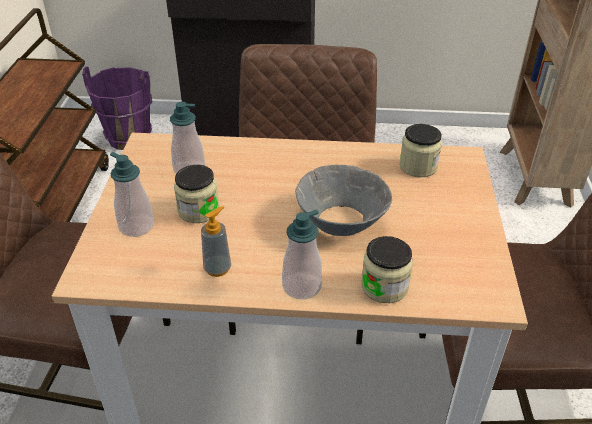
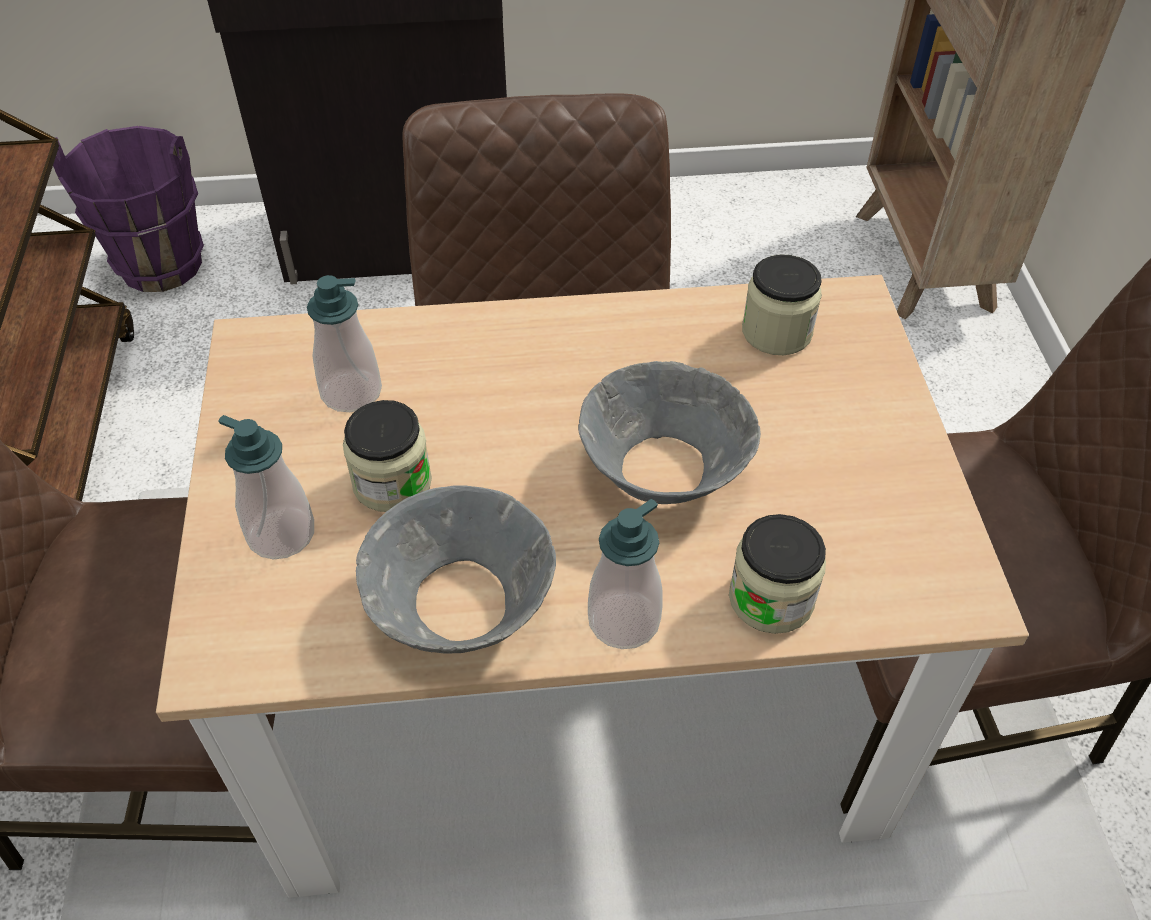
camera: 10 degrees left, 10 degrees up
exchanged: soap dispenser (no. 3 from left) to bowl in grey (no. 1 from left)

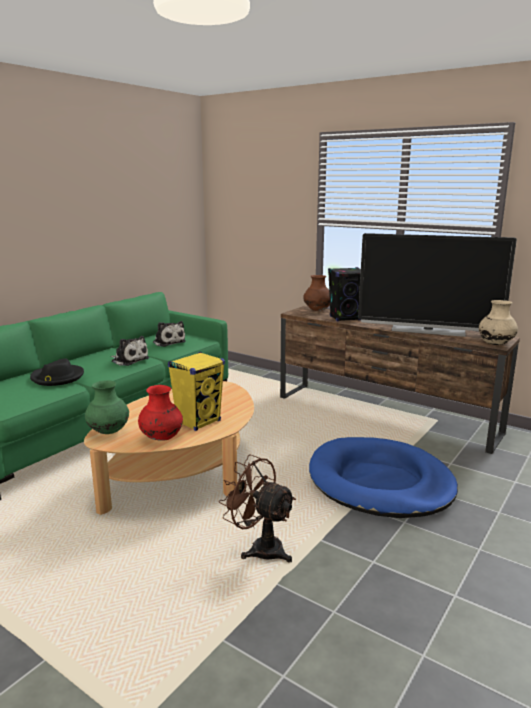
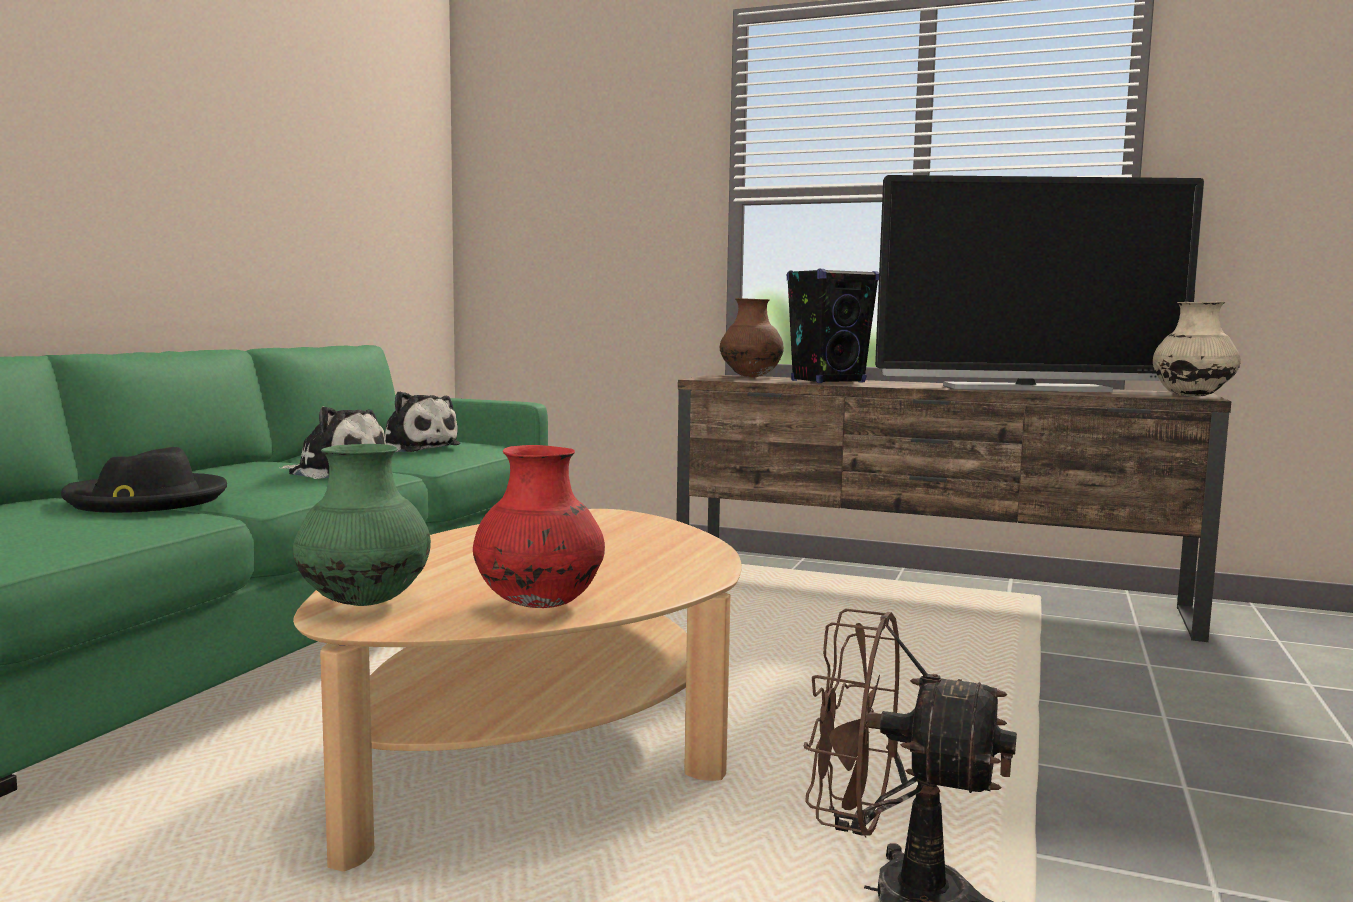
camera: 15 degrees left, 10 degrees down
missing: speaker in yellow; dog bed in blue

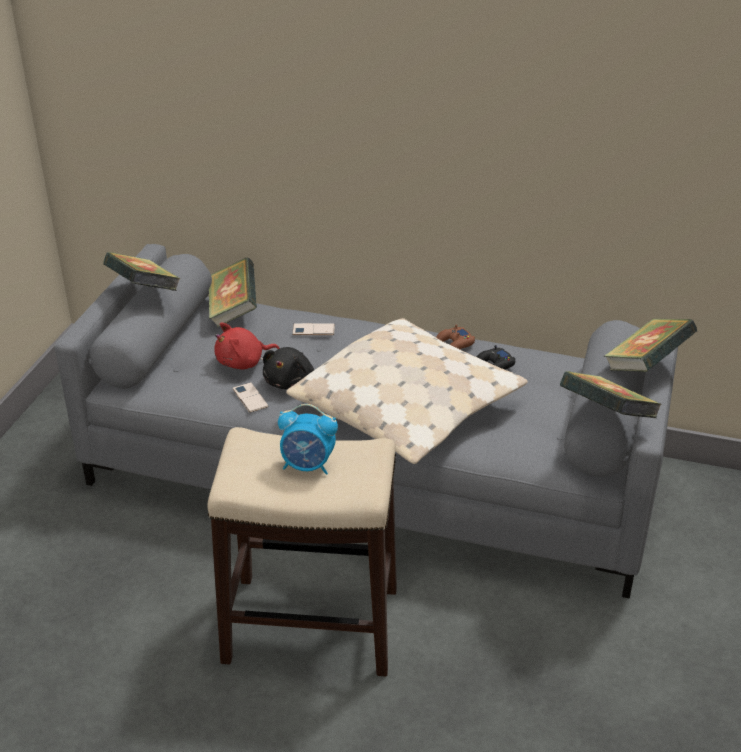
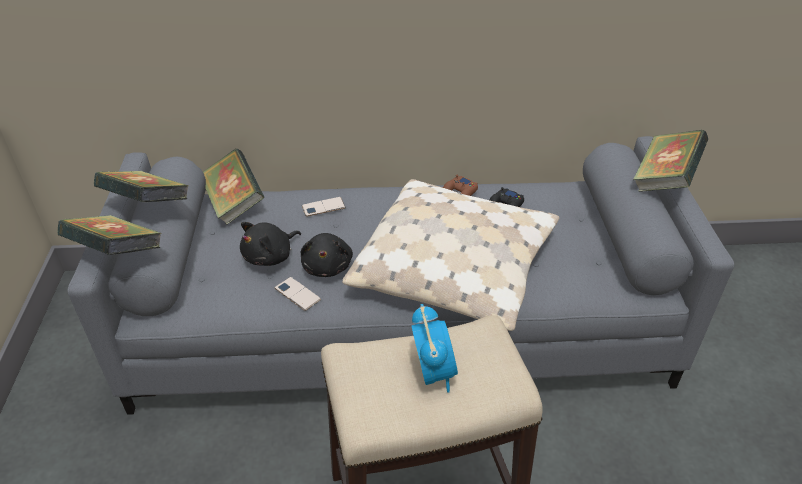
camera: 20 degrees left, 5 degrees up
relocated: book (no. 3 from left in the first image) to book (no. 1 from left)
colour: plush toy in red to plush toy in black (no. 1 from left)
spun: alarm clock 90 degrees counterclockwise

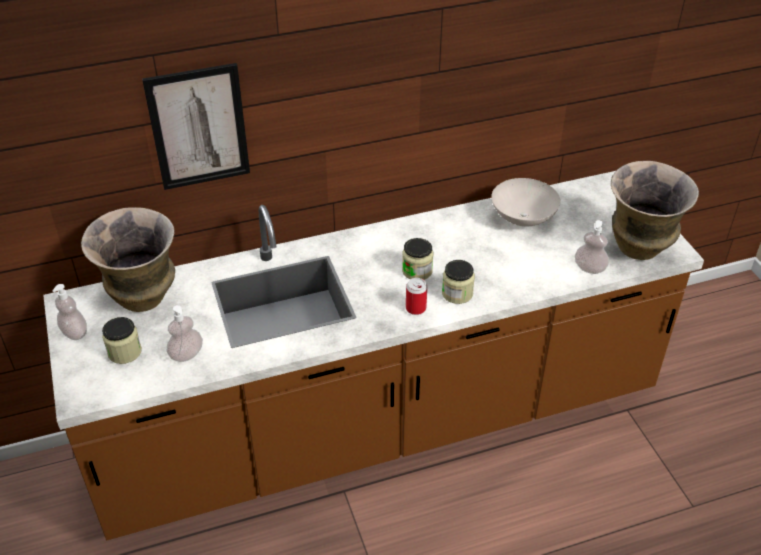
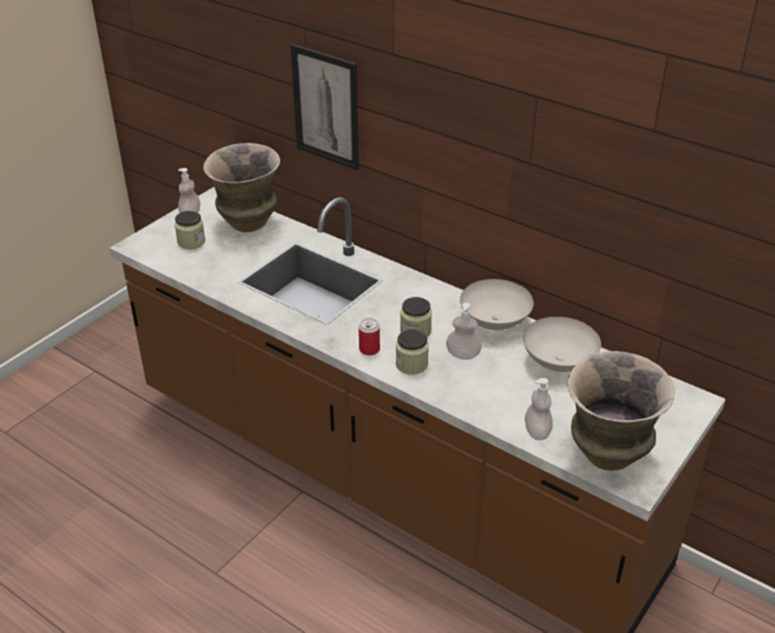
camera: 55 degrees right, 5 degrees down
appeared: bowl in white (no. 1 from left)
relocated: soap dispenser (no. 2 from left)

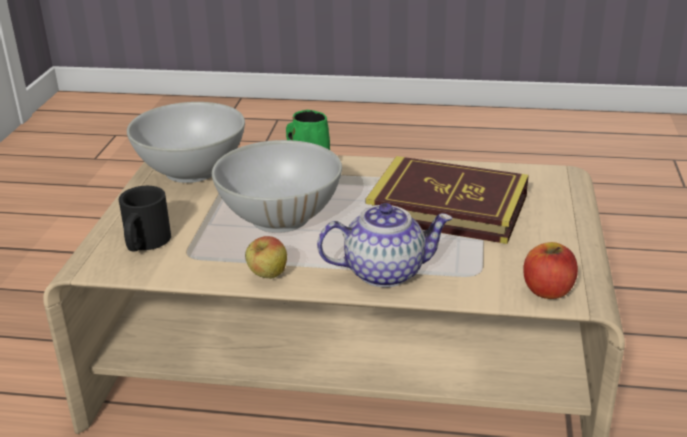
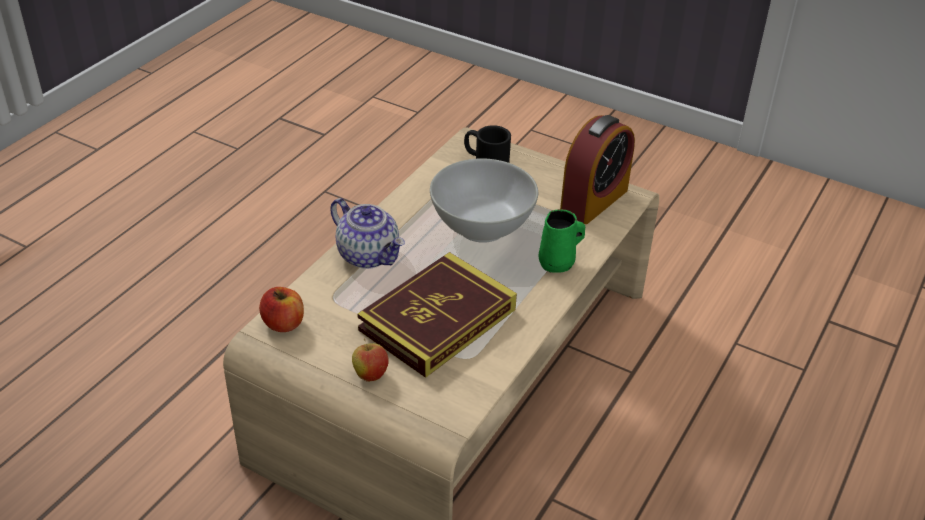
camera: 110 degrees right, 10 degrees up
relocated: apple (no. 1 from left in the first image) to apple (no. 2 from left)
exchanged: bowl in white (no. 1 from left) to alarm clock
spun: teapot 60 degrees counterclockwise

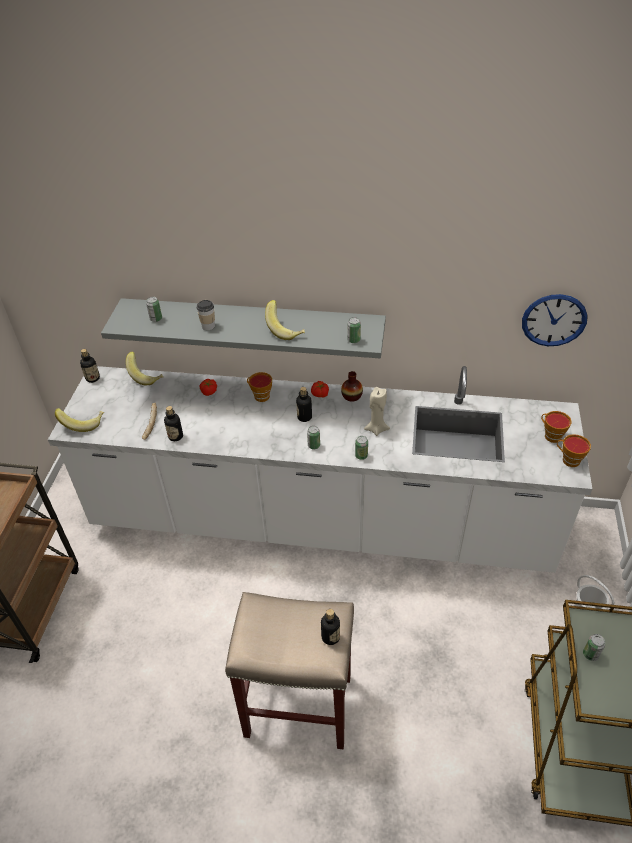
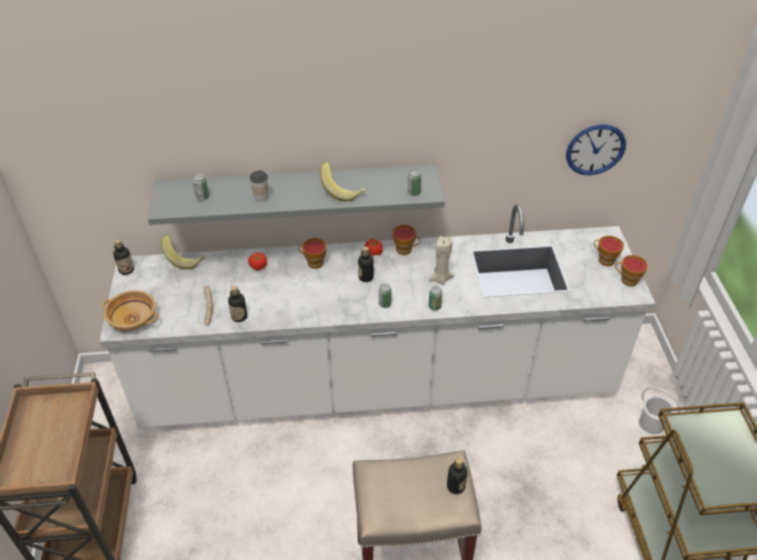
camera: 15 degrees left, 0 degrees up
missing: can (no. 5 from left)
exchanged: banana (no. 1 from left) to bowl in beige; vase to cup (no. 3 from left)

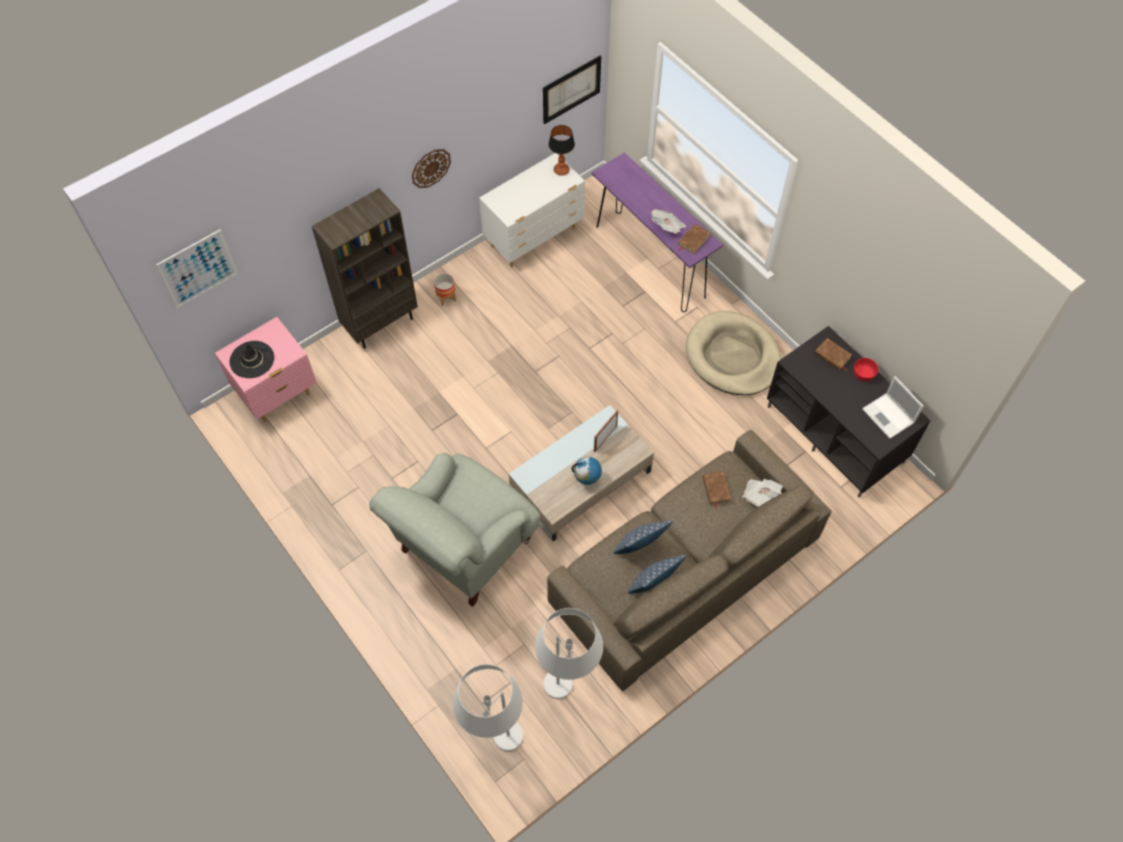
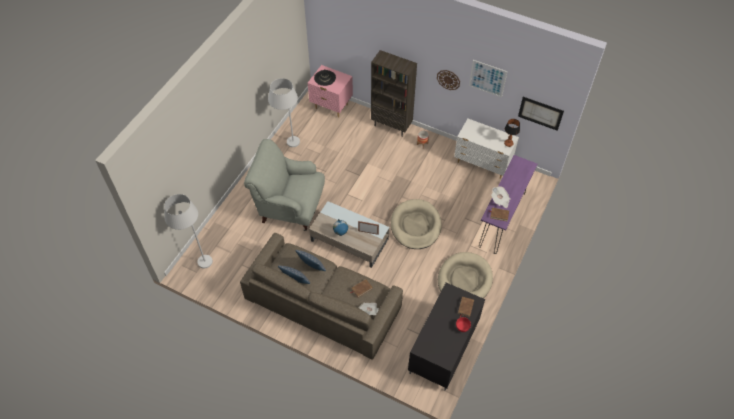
camera: 65 degrees right, 5 degrees down
missing: laptop
appeared: dog bed in beige (no. 1 from left)
relocated: picture (no. 1 from left); floor lamp in white (no. 2 from left)

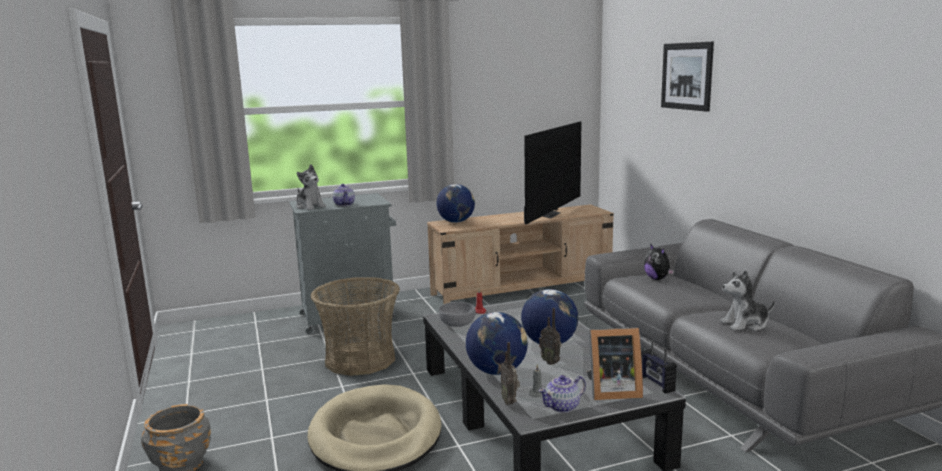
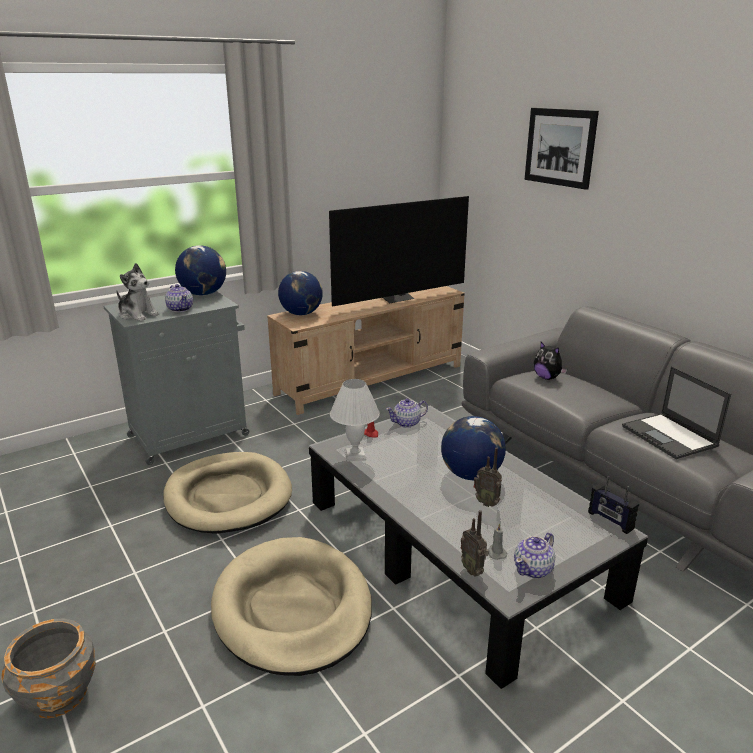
camera: 15 degrees left, 10 degrees up
missing: picture frame
appeared: teapot (no. 2 from left)
relocated: globe (no. 2 from left in the first image) to globe (no. 1 from left)
exchanged: basket to dog bed in beige (no. 1 from left); bowl in grey to table lamp in white; plush toy (no. 3 from left) to laptop
spun: television 45 degrees clockwise

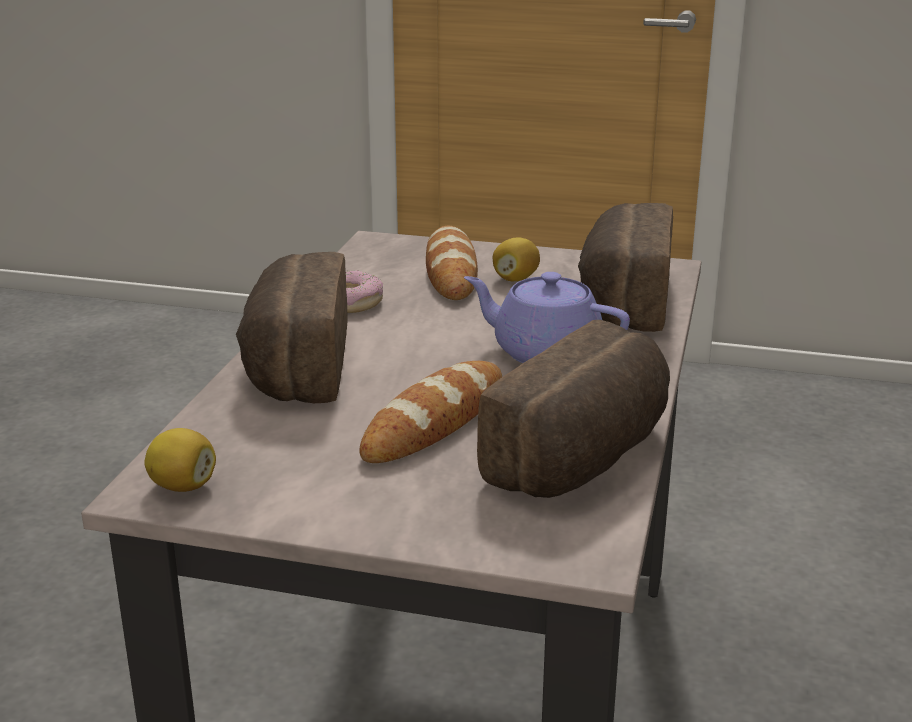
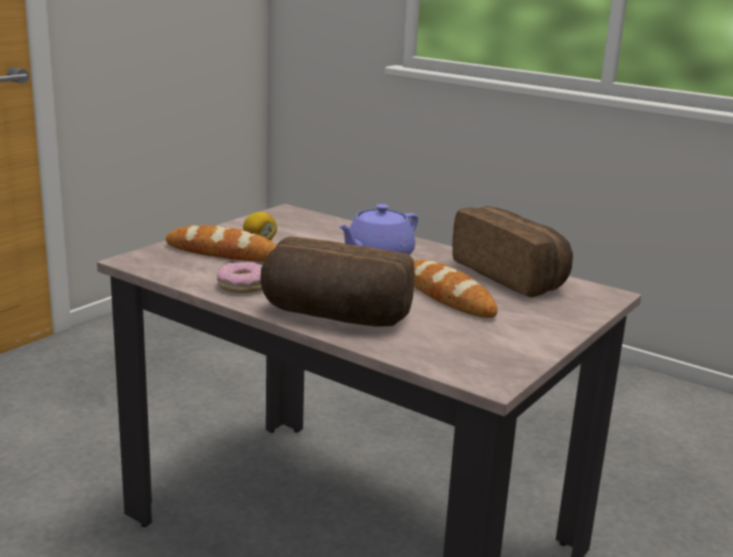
camera: 70 degrees left, 5 degrees down
missing: lemon (no. 1 from left); bread (no. 5 from left)

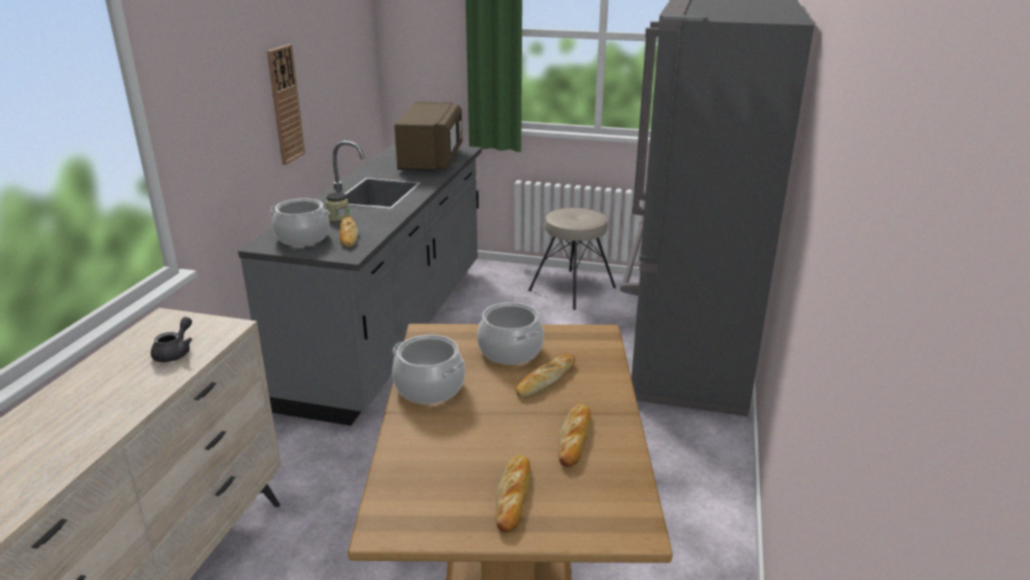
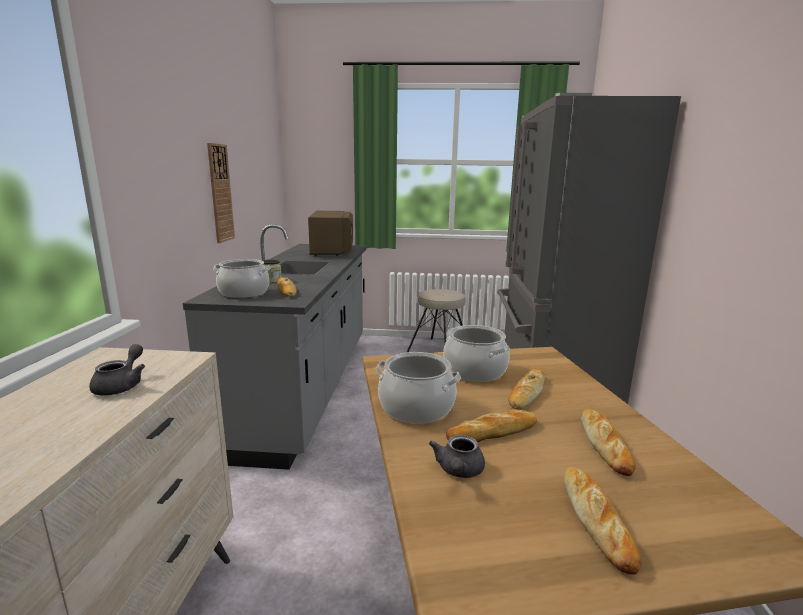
camera: 10 degrees left, 10 degrees down
appeared: teapot in grey (no. 2 from left); bread (no. 2 from left)

